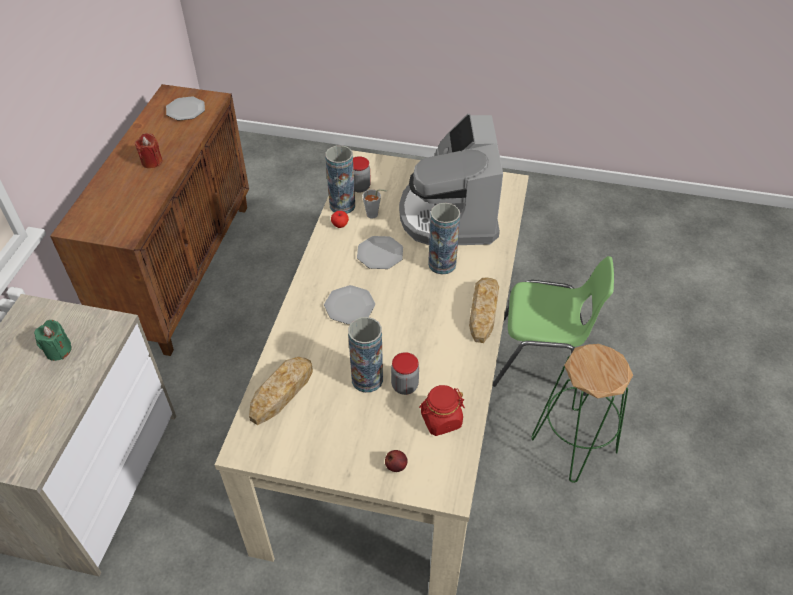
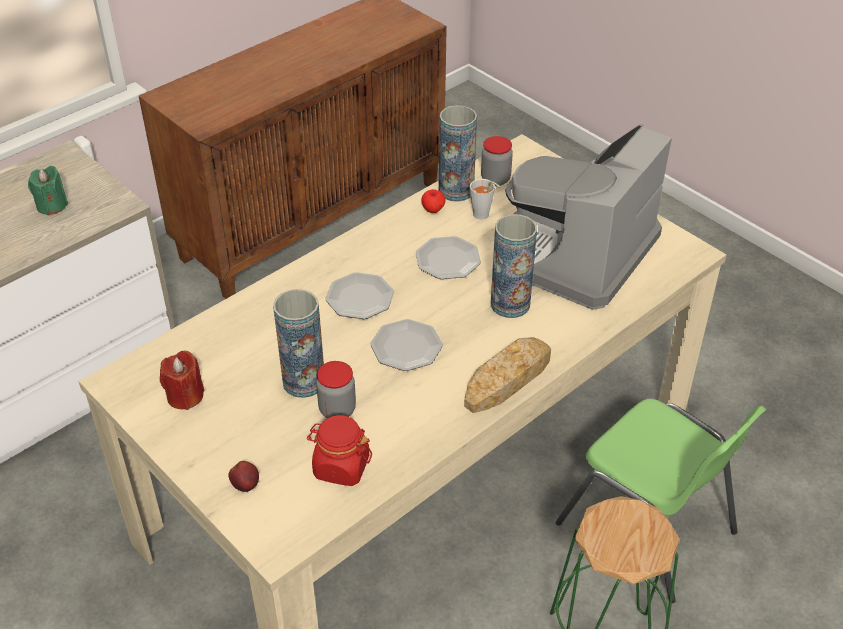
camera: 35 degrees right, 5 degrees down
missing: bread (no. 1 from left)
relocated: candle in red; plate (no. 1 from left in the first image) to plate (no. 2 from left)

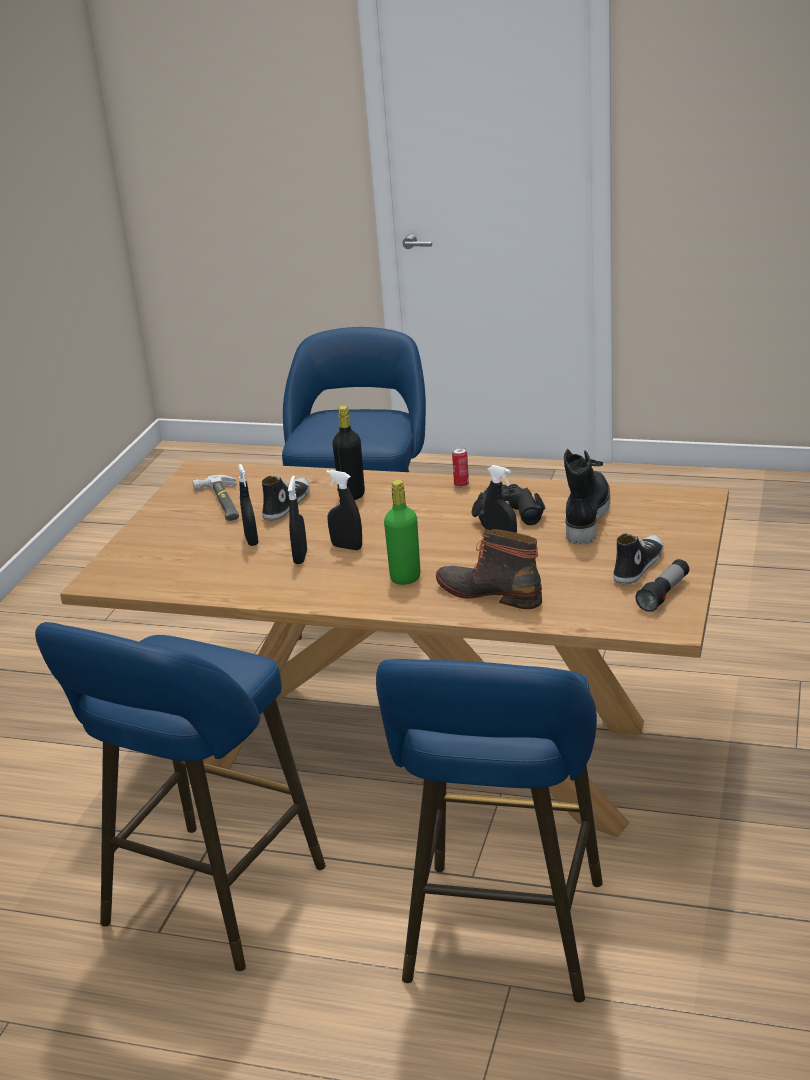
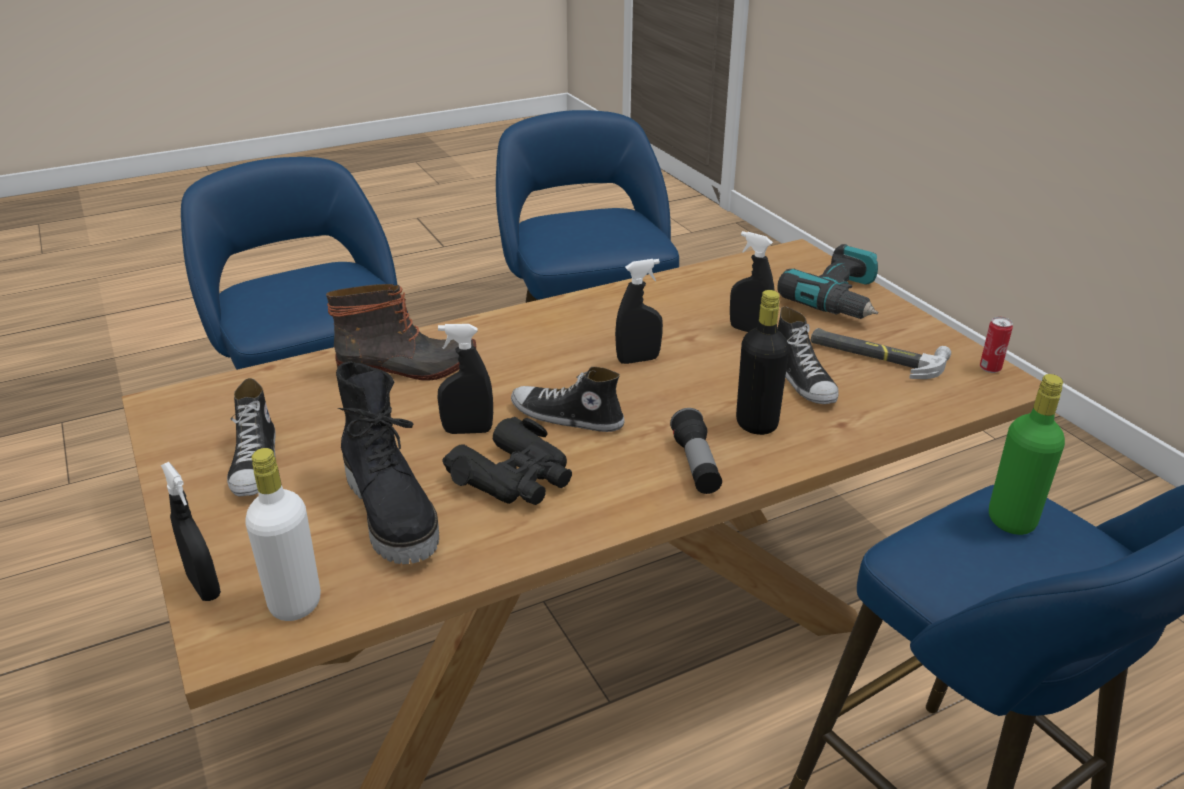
camera: 135 degrees right, 5 degrees up
appeared: bottle in white; shoe (no. 2 from left); power drill
relocated: spray bottle in black (no. 2 from left in the first image) to spray bottle in black (no. 1 from left); bottle in green; can; flashlight

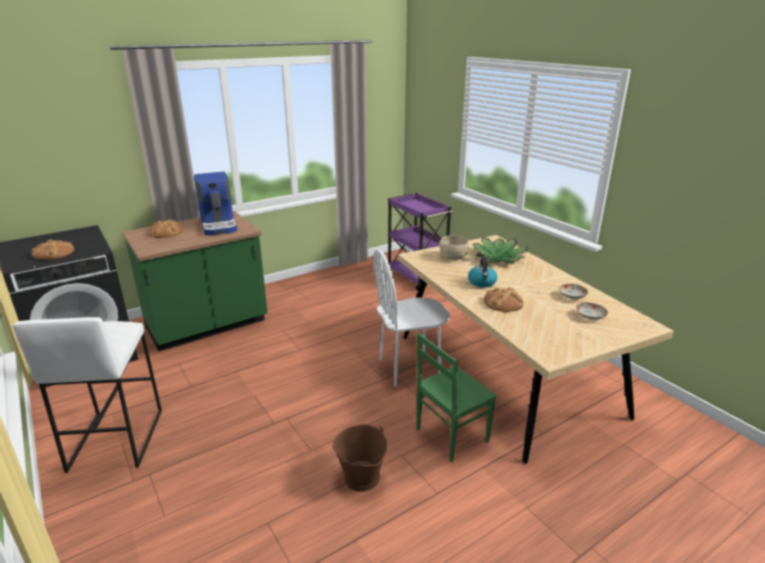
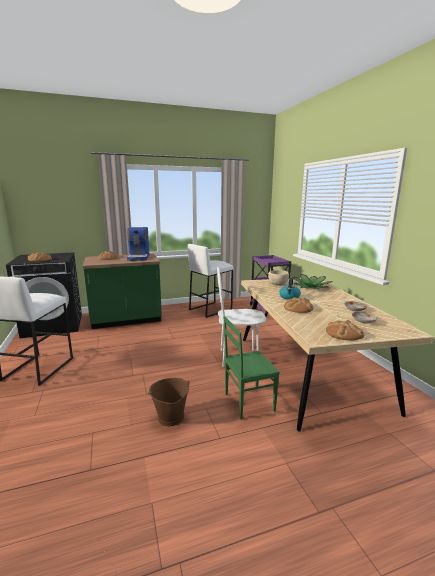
camera: 15 degrees right, 10 degrees down
appeared: stool in white (no. 2 from left); bread (no. 4 from left)

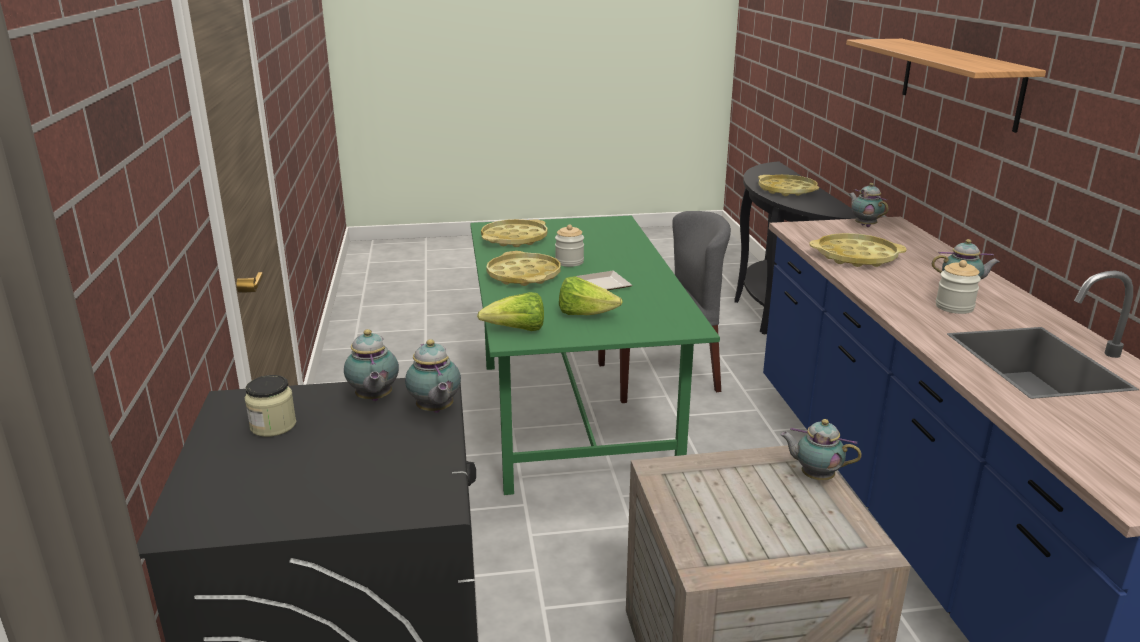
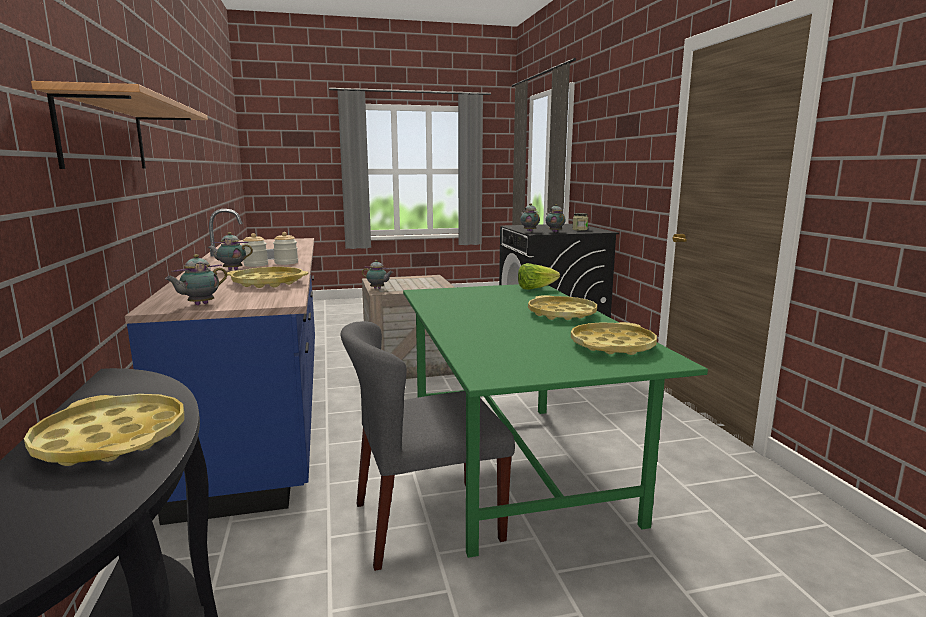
camera: 175 degrees right, 10 degrees down
missing: lettuce (no. 2 from left); plate
relocated: jar (no. 2 from left)
spun: teapot (no. 4 from left in the first image) 75 degrees clockwise

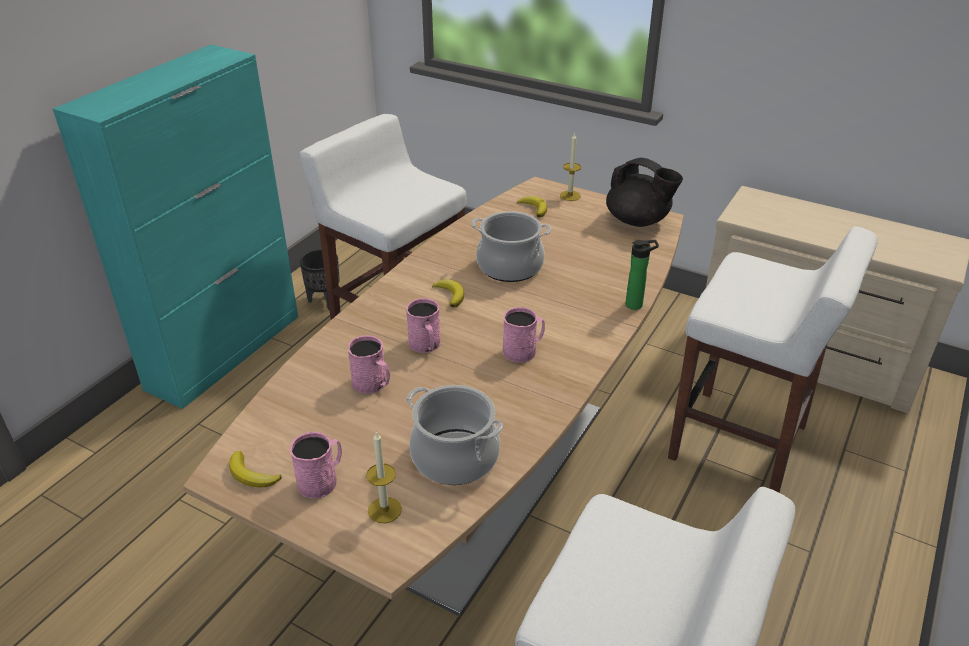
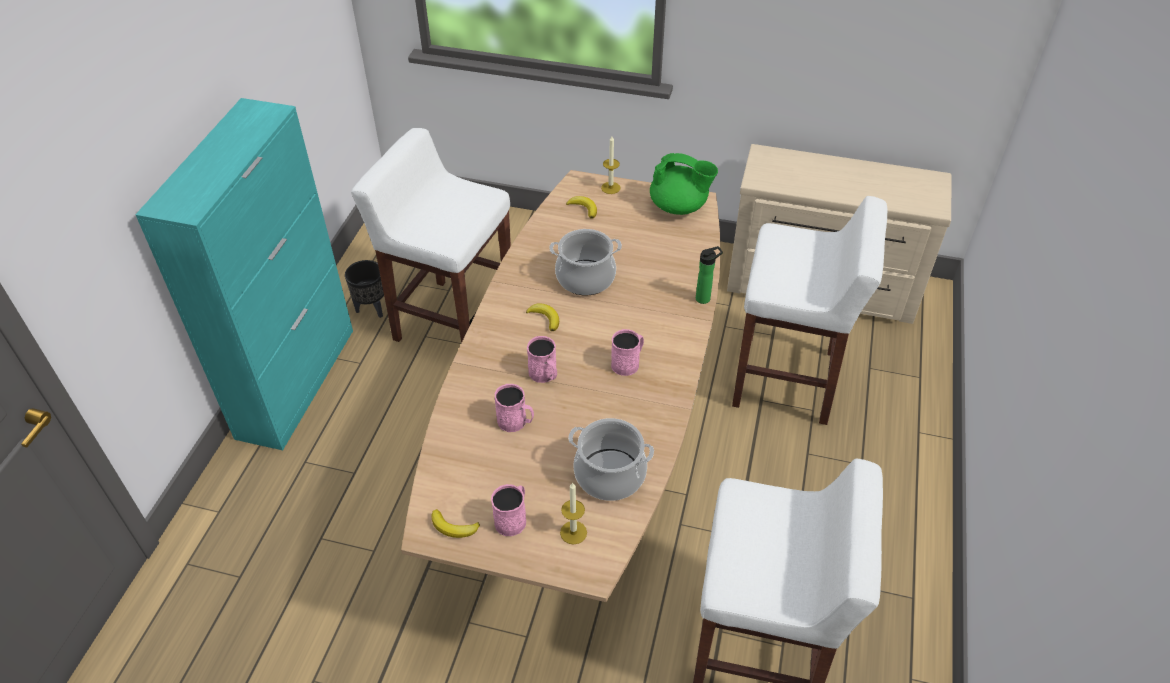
camera: 15 degrees left, 10 degrees up
colour: teapot in black to teapot in green

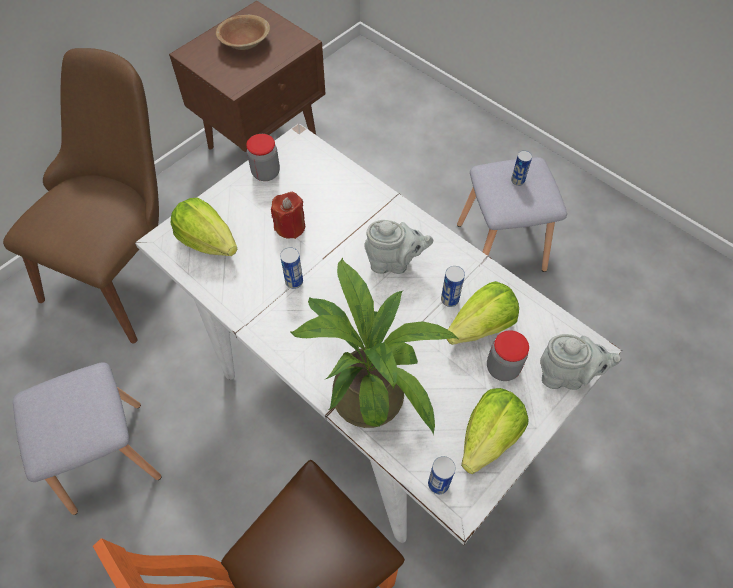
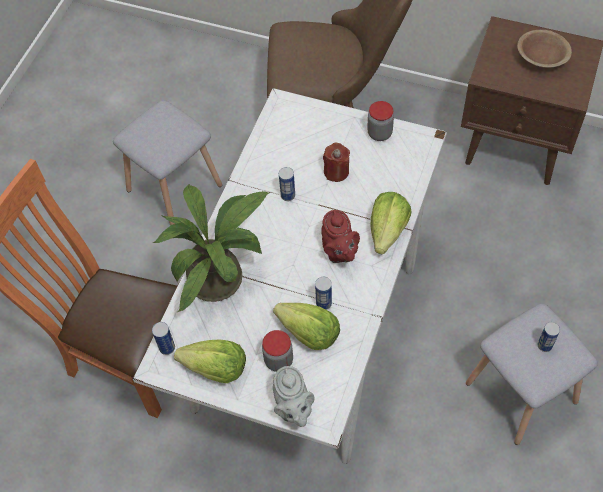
camera: 70 degrees right, 0 degrees up
relocated: lettuce (no. 1 from left in the first image) to lettuce (no. 3 from left)
colour: teapot in grey (no. 1 from left) to teapot in red

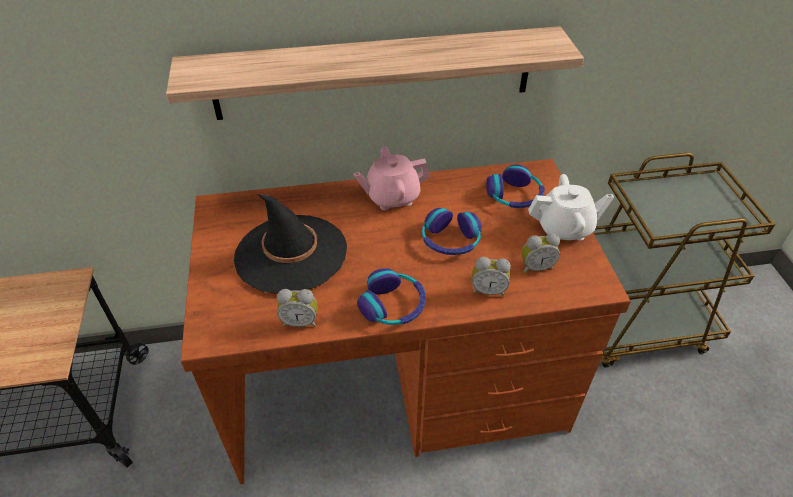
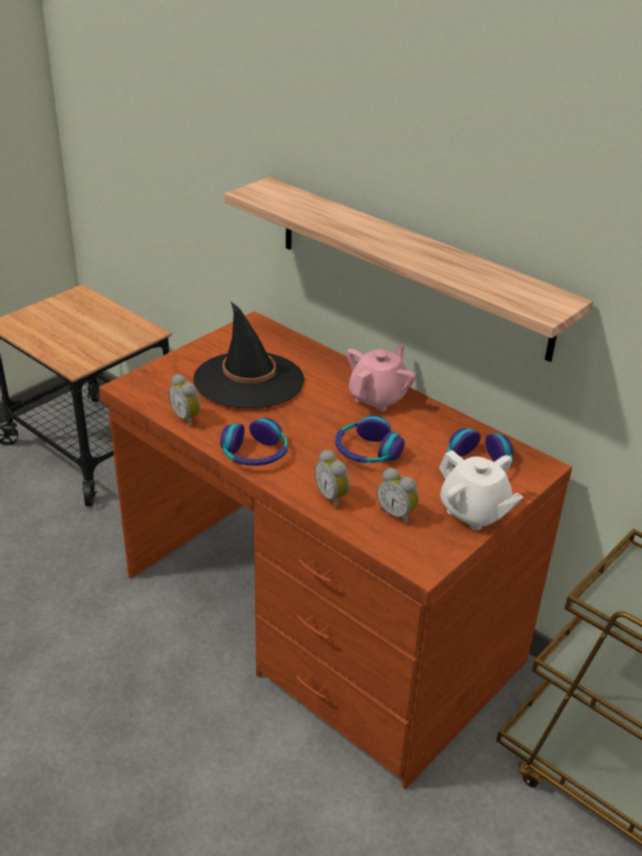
camera: 50 degrees right, 10 degrees down
spun: teapot in pink 90 degrees clockwise

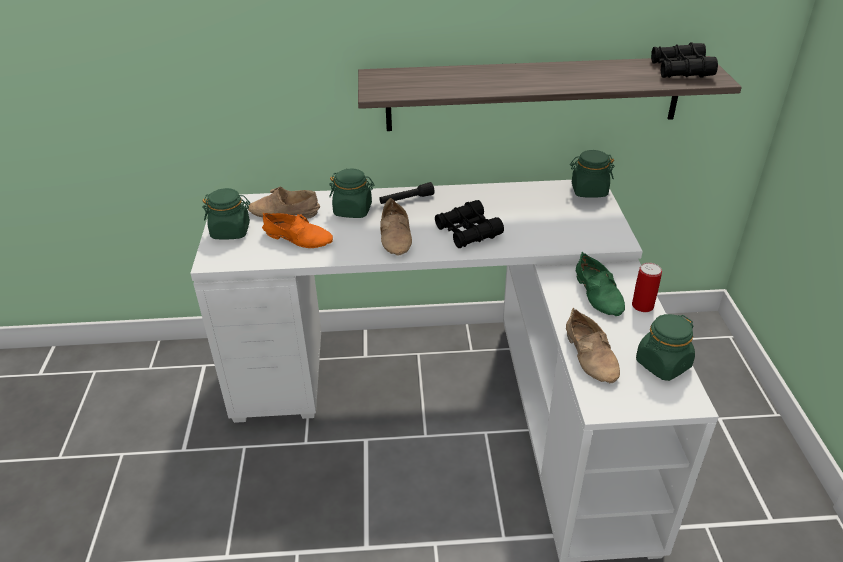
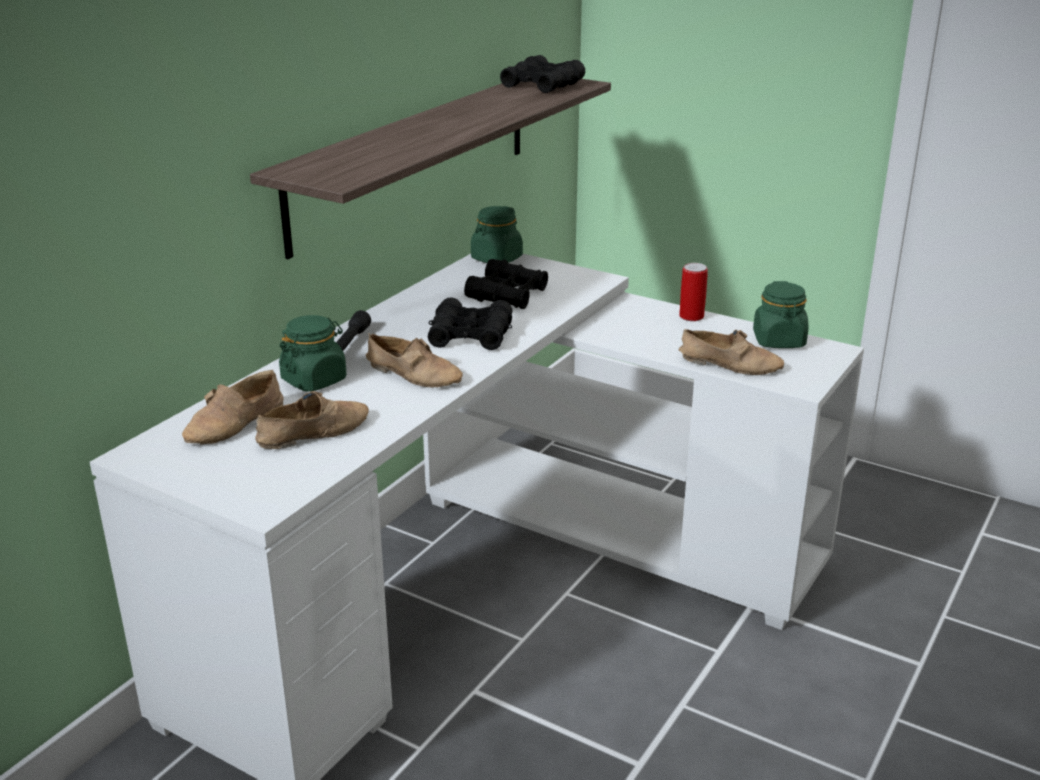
camera: 55 degrees left, 10 degrees down
missing: jar in green (no. 1 from left); shoe in green
appeared: binoculars in black (no. 2 from left)
colour: shoe in orange to shoe in beige (no. 2 from left)

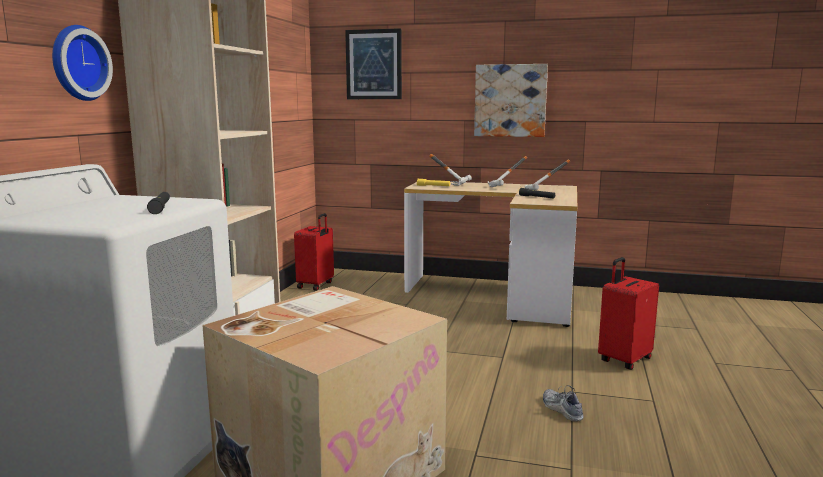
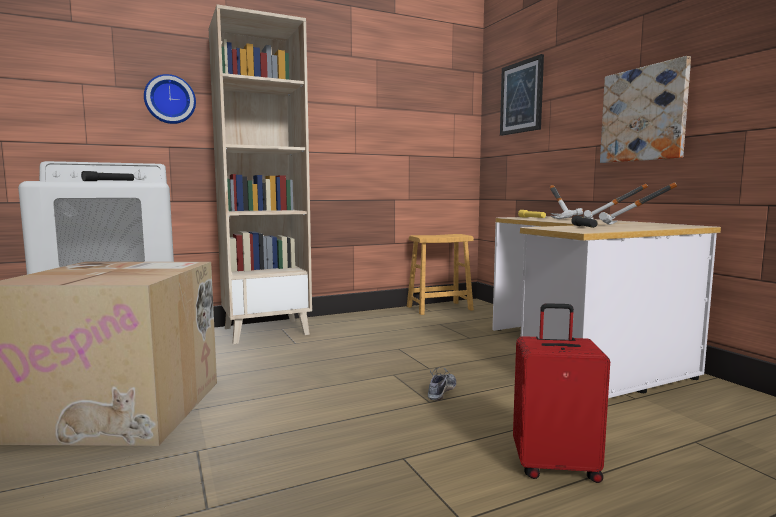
camera: 50 degrees right, 5 degrees down
relocated: shoe
exchanged: suitcase in red (no. 1 from left) to stool in brown

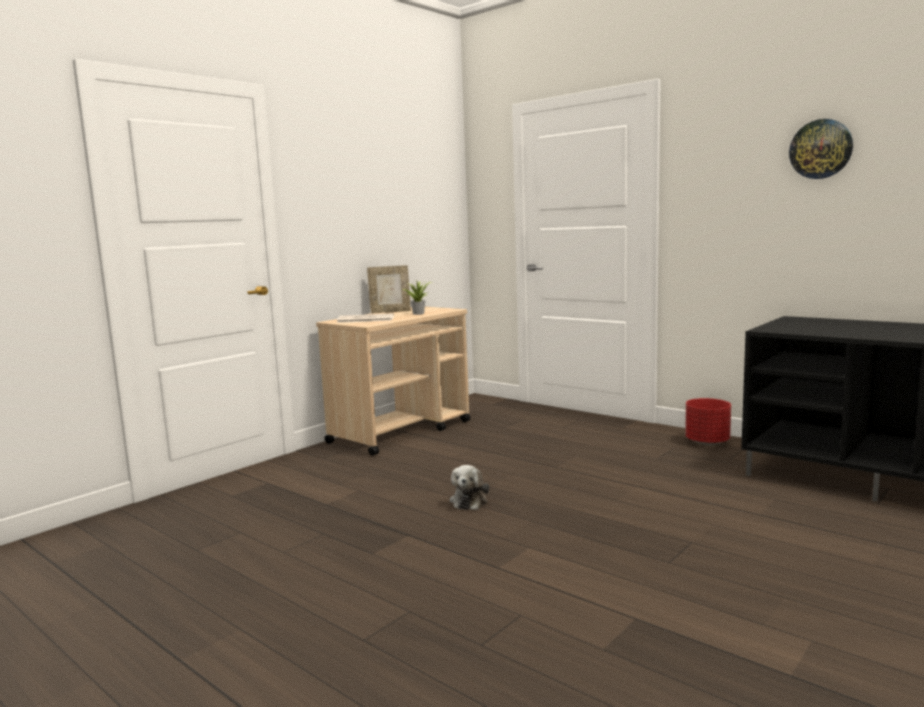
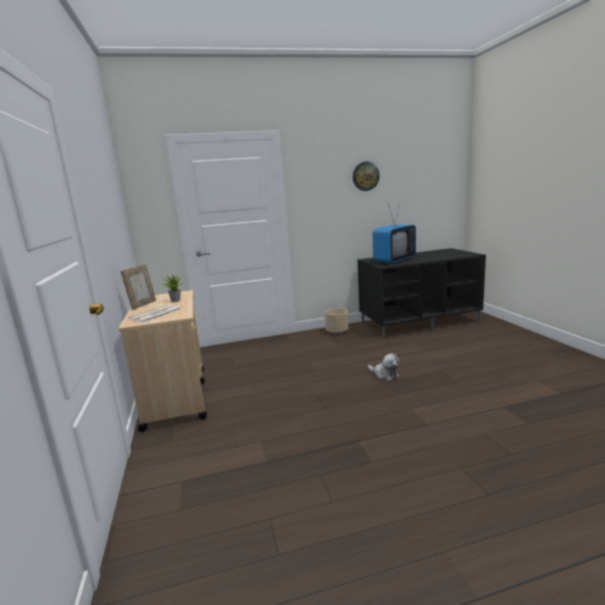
camera: 55 degrees left, 5 degrees up
appeared: television
relocated: plush toy
colour: planter in red to planter in beige

